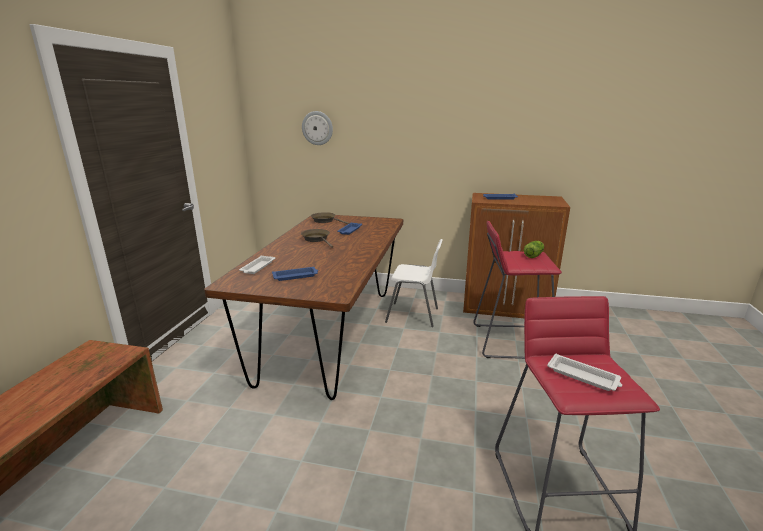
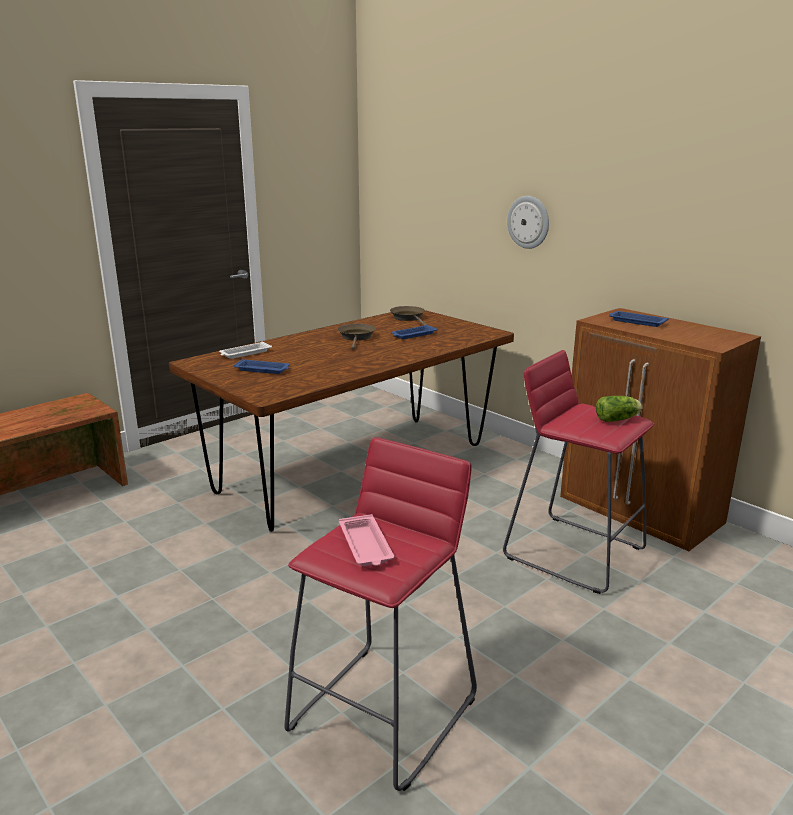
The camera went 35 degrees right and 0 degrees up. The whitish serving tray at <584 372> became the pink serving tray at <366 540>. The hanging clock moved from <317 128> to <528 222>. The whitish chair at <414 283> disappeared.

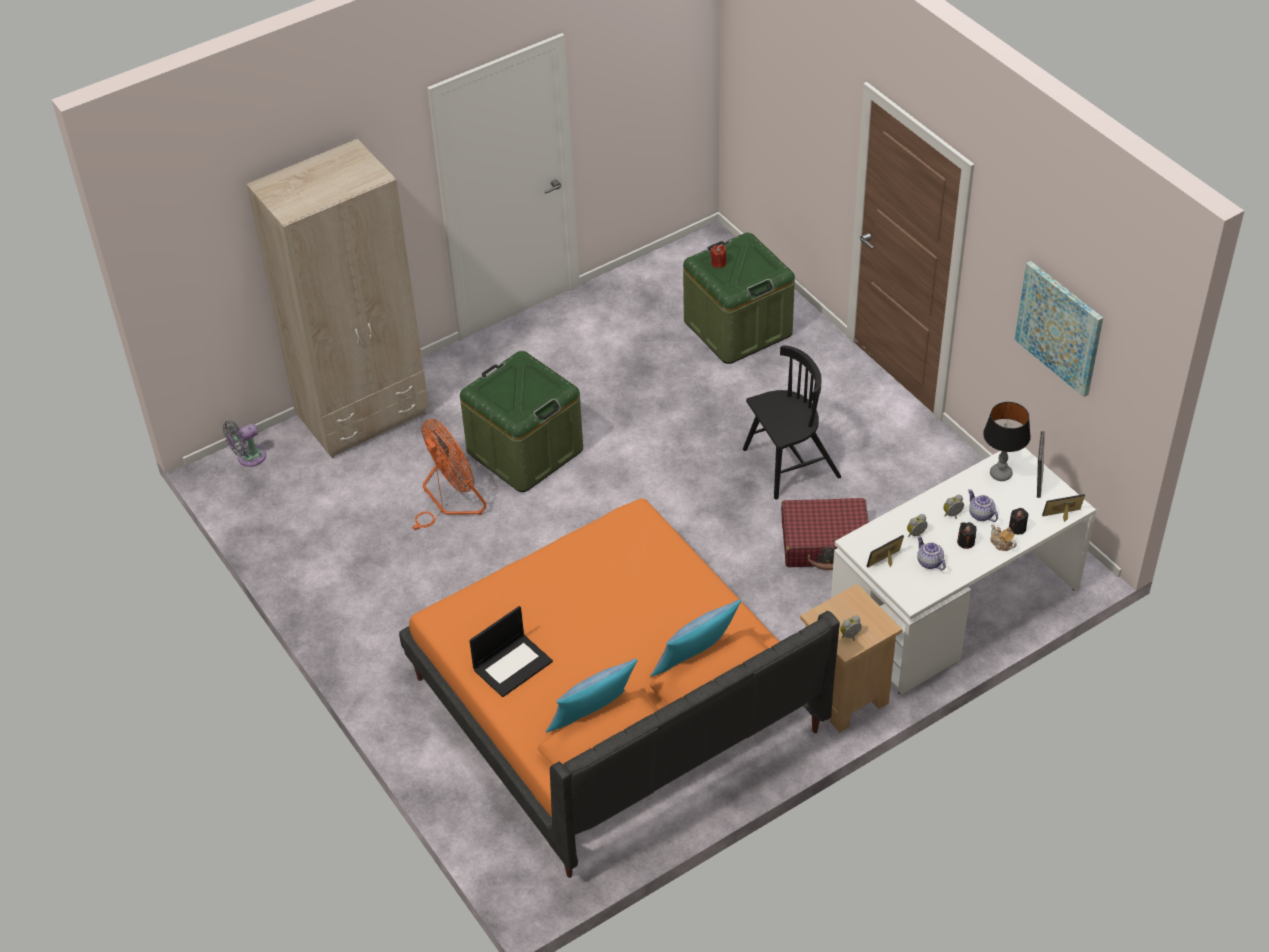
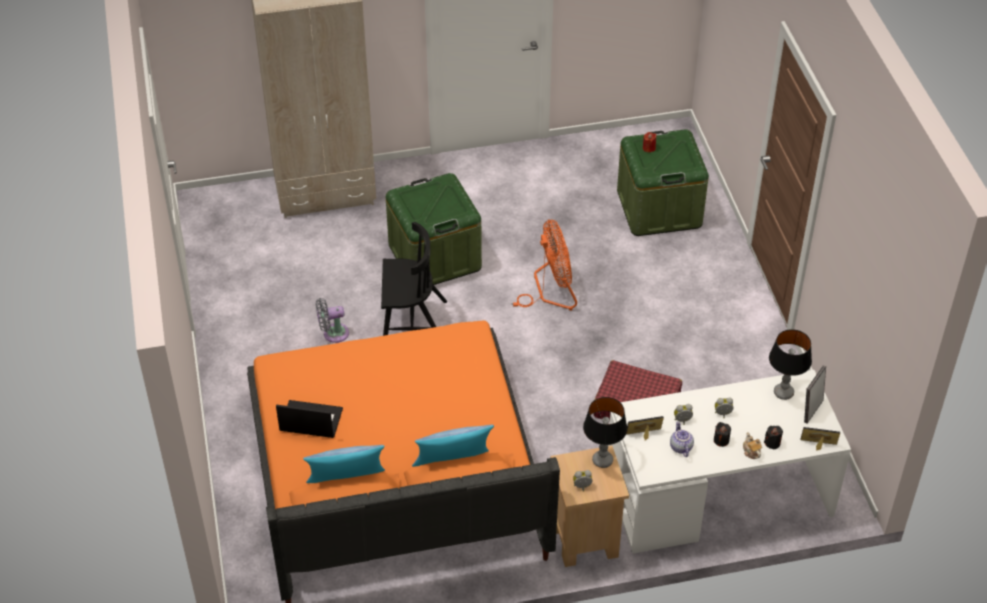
The camera went 20 degrees right and 0 degrees up. The portable computer at <511 651> turned 150 degrees counterclockwise. The greyish cooling fan moved from <244 443> to <332 320>. The blackish chair moved from <792 422> to <414 279>. The orange cooling fan moved from <449 474> to <545 265>. The lamp for a table at <605 432> appeared. The teapot at <983 505> disappeared. The wall art at <1059 329> disappeared.

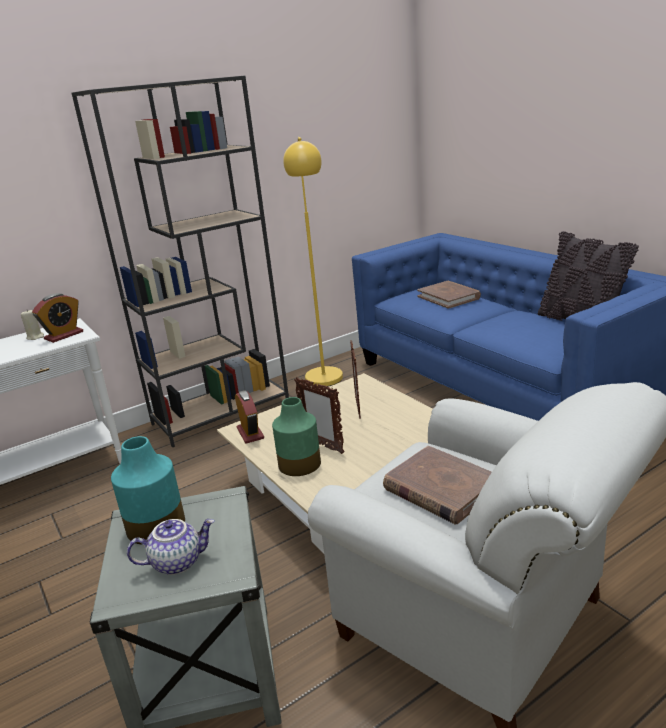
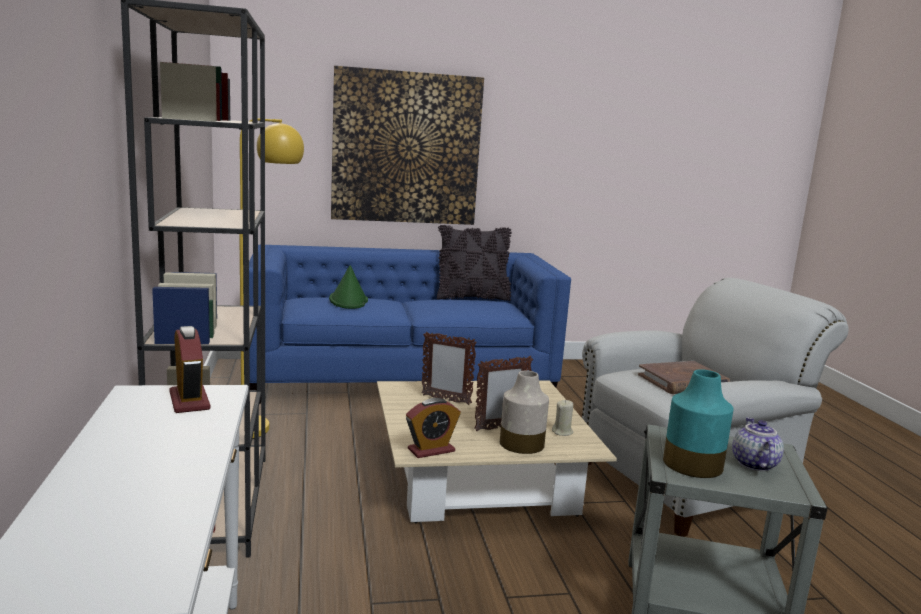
The camera went 70 degrees left and 10 degrees down. The brownish book at <449 295> was replaced by the green-coloured clothing hat at <348 287>. The wall art at <407 145> appeared. The table clock at <249 417> turned 150 degrees clockwise. The green-coloured flower vase at <296 436> became the sand-coloured flower vase at <524 412>. The sand-coloured wax light moved from <32 325> to <562 418>.

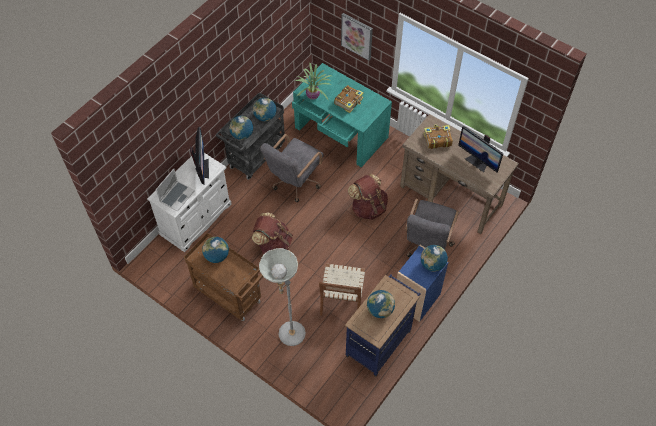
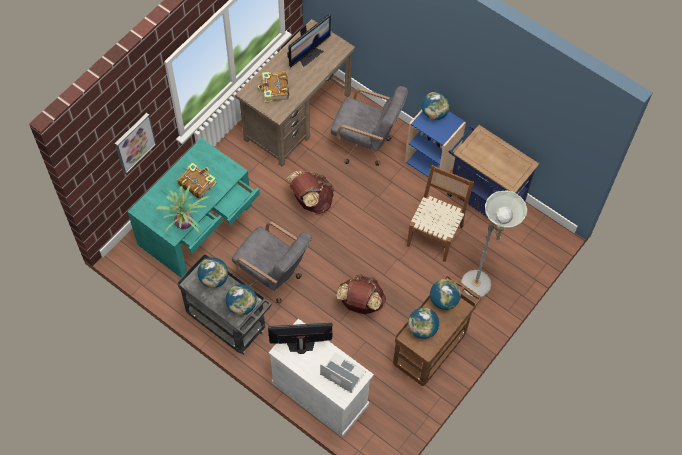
The camera went 90 degrees left and 5 degrees up. The chair at <342 289> turned 75 degrees counterclockwise. The desk globe moved from <381 304> to <445 294>.

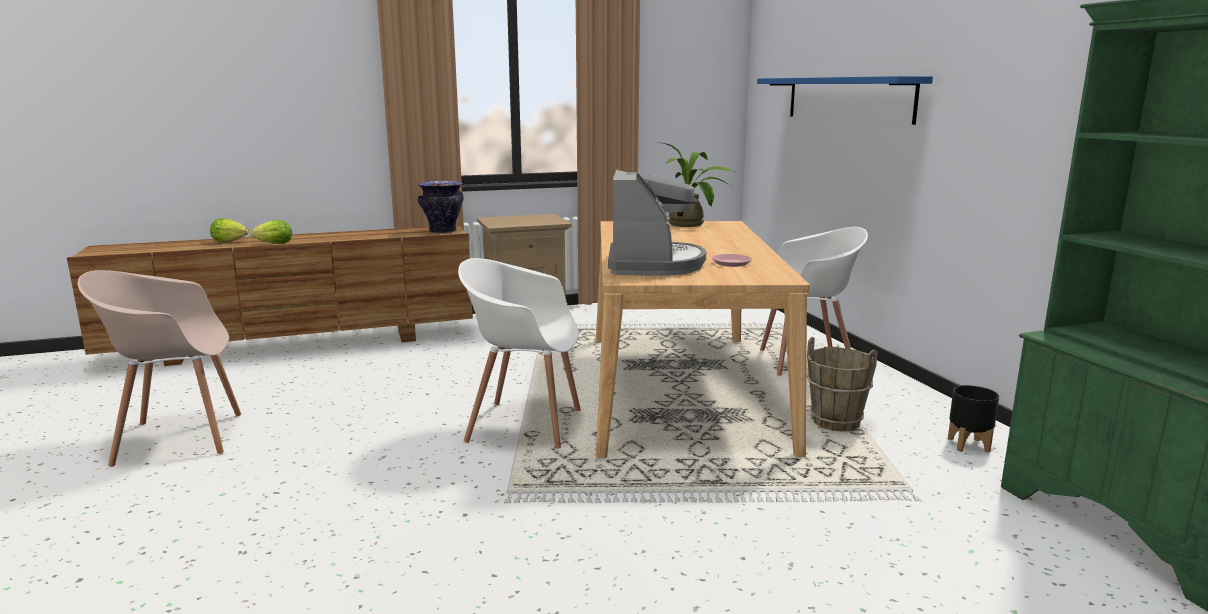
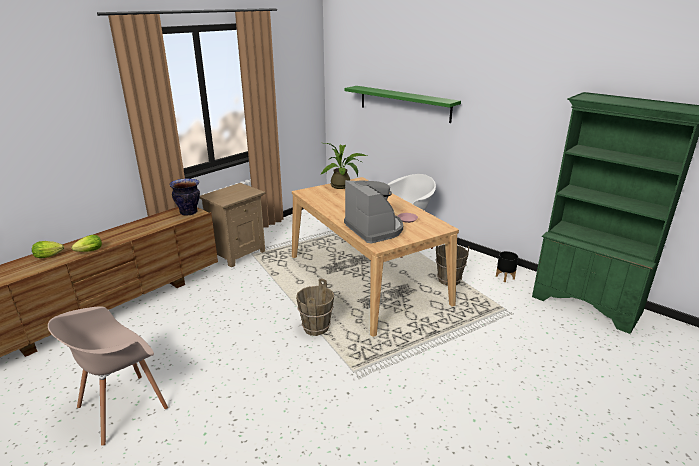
The camera went 30 degrees left and 10 degrees up. The whitish chair at <519 353> was replaced by the brownish bucket at <315 307>. The blue shelf at <845 100> became the green-coloured shelf at <402 104>.

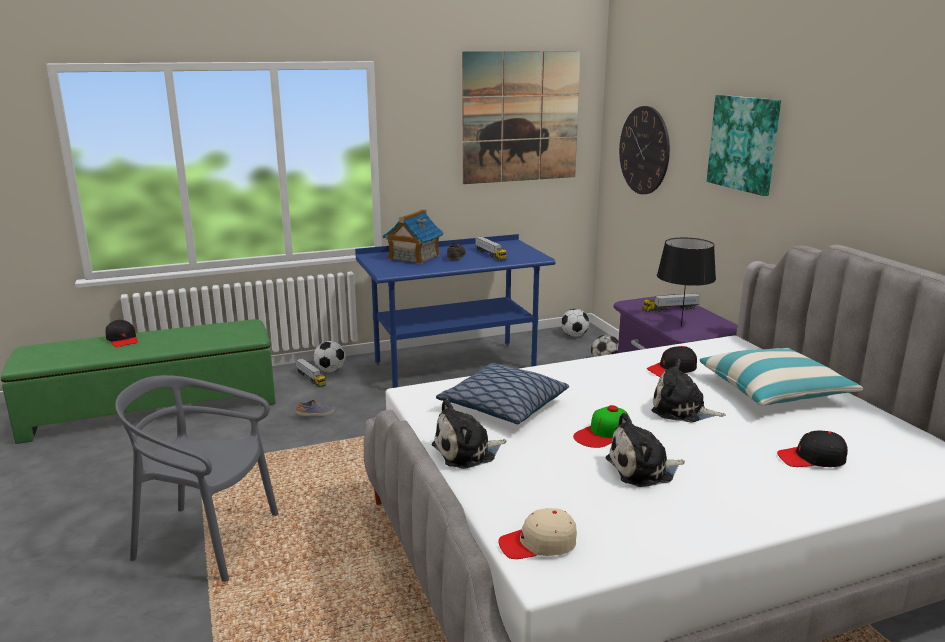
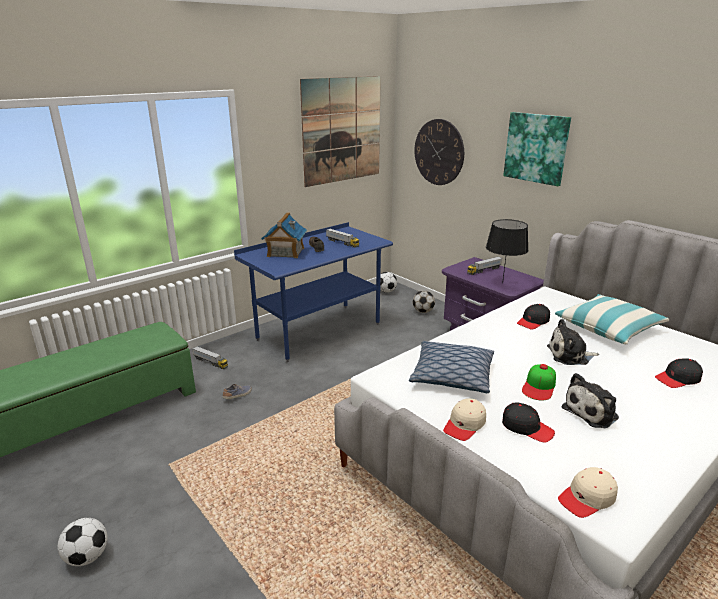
The camera went 20 degrees left and 5 degrees up. The ball for football moved from <330 356> to <83 542>. The plush toy at <469 434> was replaced by the sand-coloured cap at <464 419>. The blackish cap moved from <122 333> to <528 422>. The greyish chair at <197 478> disappeared.

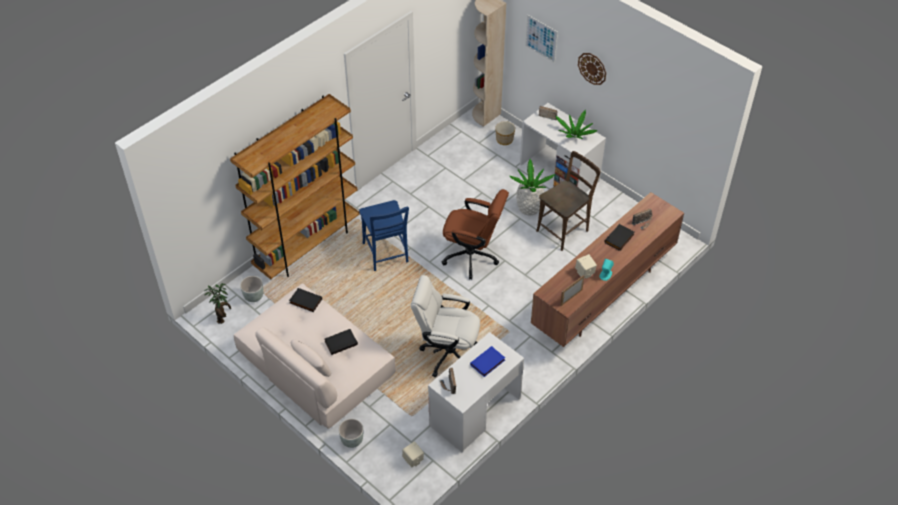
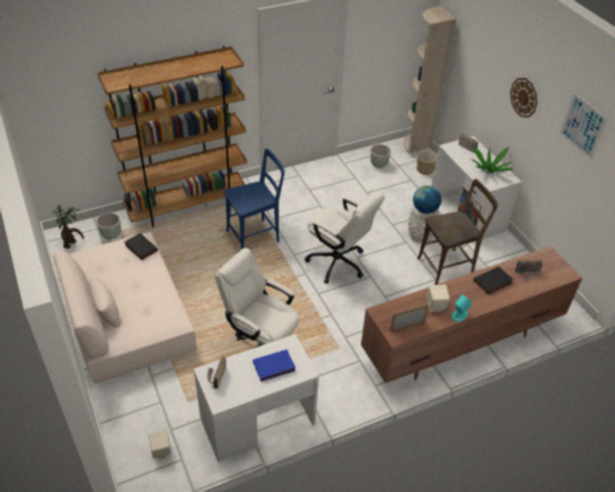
The camera went 20 degrees right and 5 degrees down. The blue chair at <384 235> turned 120 degrees counterclockwise. The brownish computer chair at <475 234> became the whitish computer chair at <345 237>. The greyish plant pot moved from <350 433> to <380 156>. The plant in a pot at <532 175> was replaced by the desk globe at <427 200>. The wall art moved from <541 39> to <584 126>. The blackish book at <341 342> disappeared.

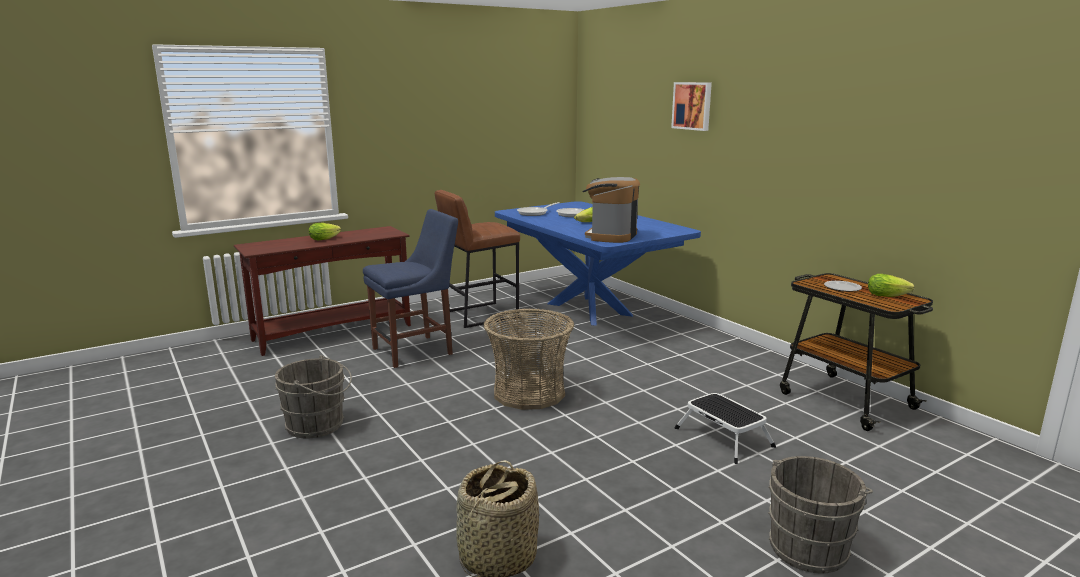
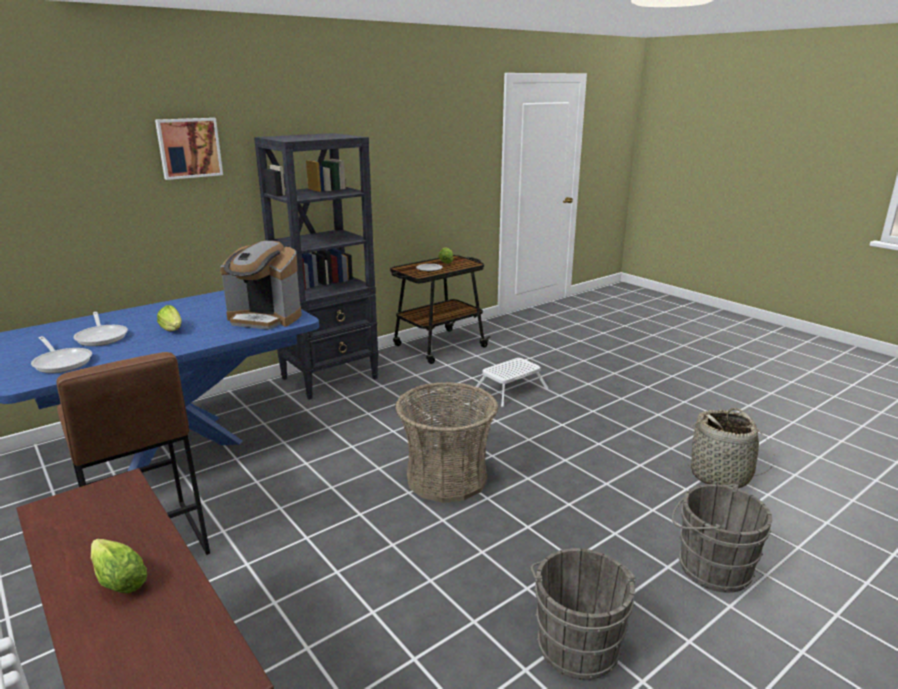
The camera went 95 degrees left and 5 degrees up. The blackish bookcase at <316 266> appeared. The blackish stepladder at <725 428> became the whitish stepladder at <512 382>. The greyish bucket moved from <820 514> to <722 538>. The blue chair at <410 288> disappeared.

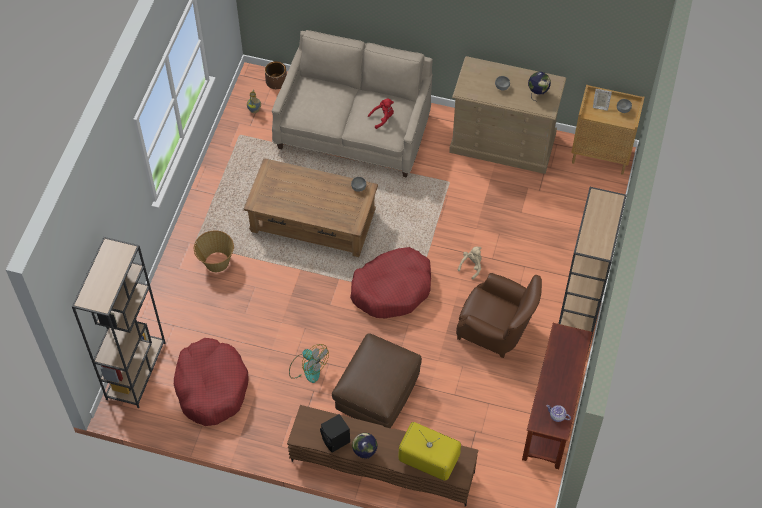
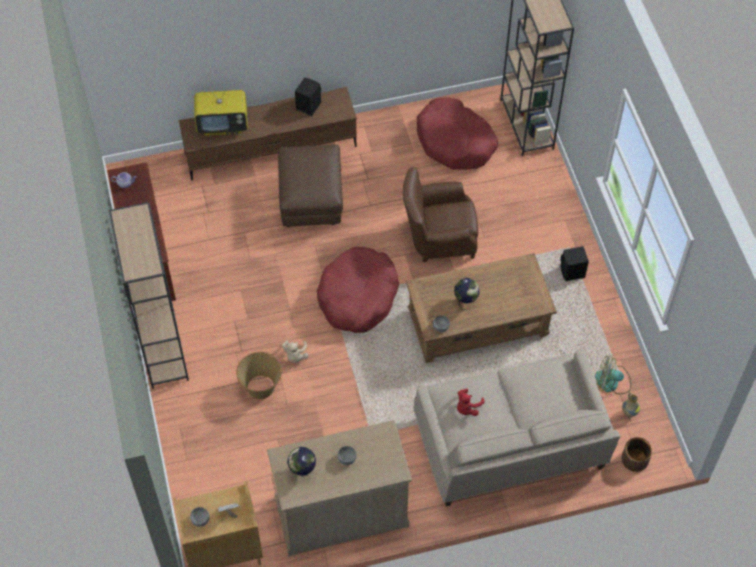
The camera went 150 degrees right and 0 degrees up. The household basket moved from <214 251> to <259 375>. The brownish lounge chair moved from <499 315> to <440 214>. The desk globe moved from <365 446> to <467 294>. The blackish loudspeaker at <575 263> appeared. The cooling fan moved from <309 363> to <613 374>.

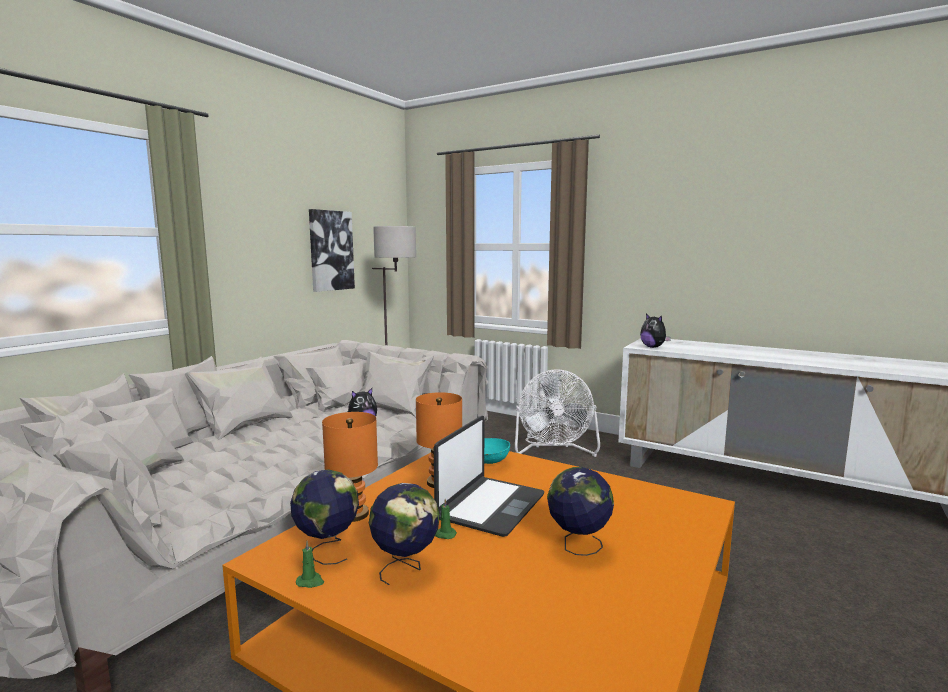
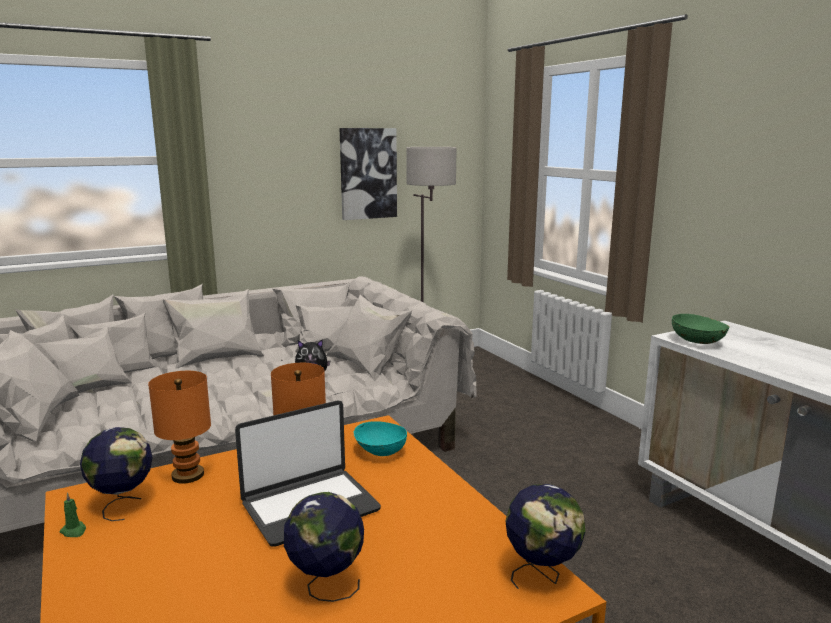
The camera went 30 degrees right and 5 degrees up. The desk globe moved from <404 534> to <545 536>. The plush toy at <655 331> was replaced by the green-coloured deep dish at <700 329>. The green-coloured wax light at <446 519> disappeared. The whitish cooling fan at <557 413> disappeared.

